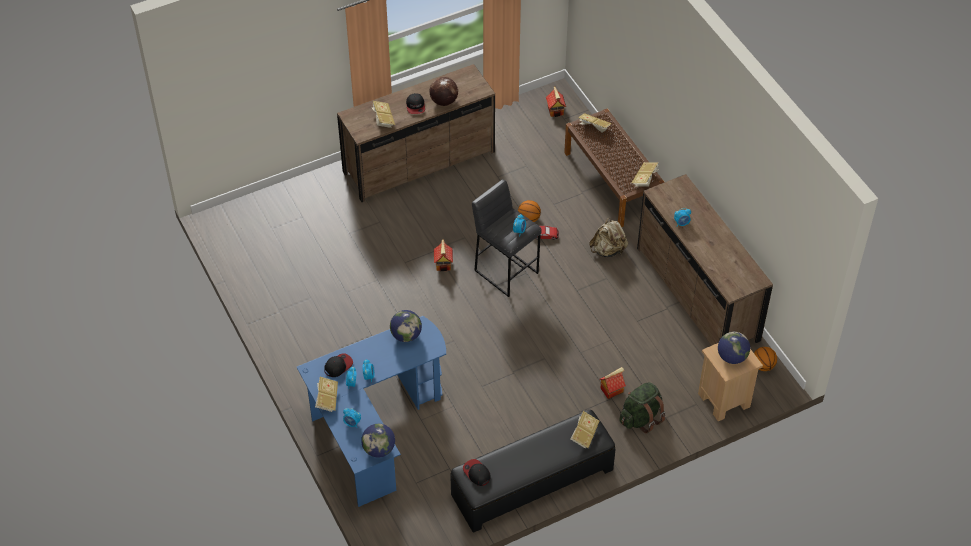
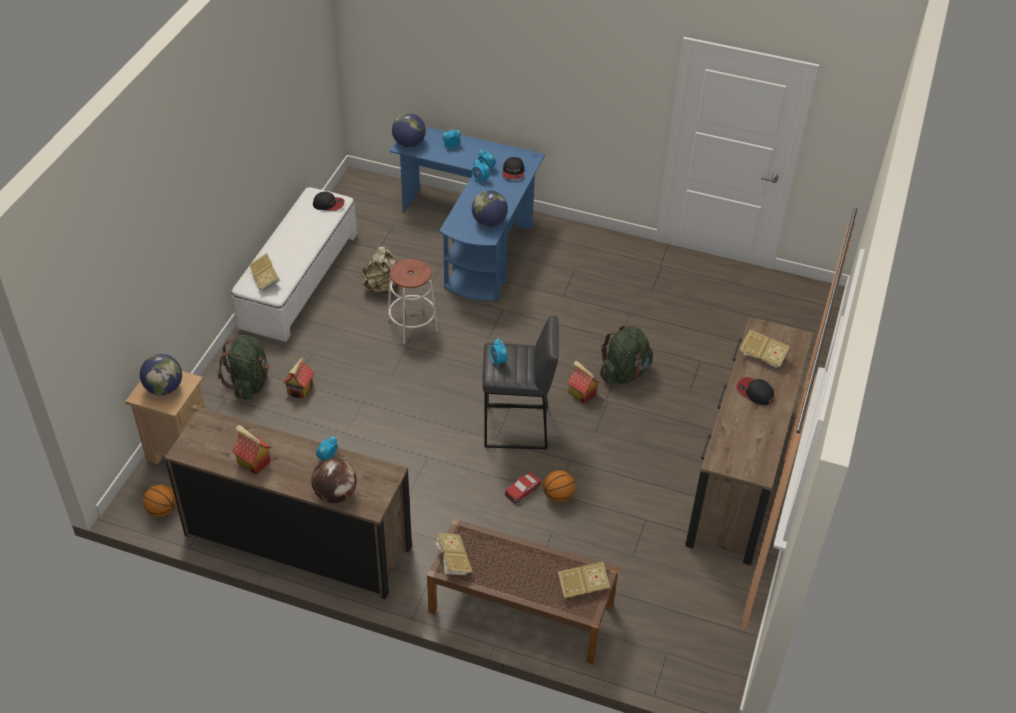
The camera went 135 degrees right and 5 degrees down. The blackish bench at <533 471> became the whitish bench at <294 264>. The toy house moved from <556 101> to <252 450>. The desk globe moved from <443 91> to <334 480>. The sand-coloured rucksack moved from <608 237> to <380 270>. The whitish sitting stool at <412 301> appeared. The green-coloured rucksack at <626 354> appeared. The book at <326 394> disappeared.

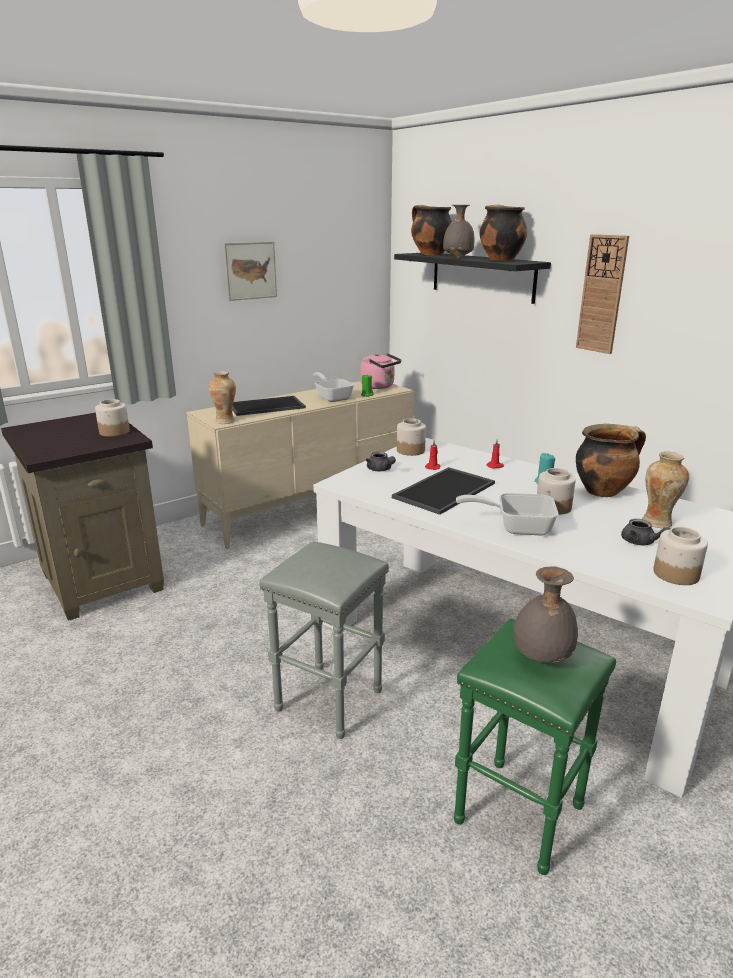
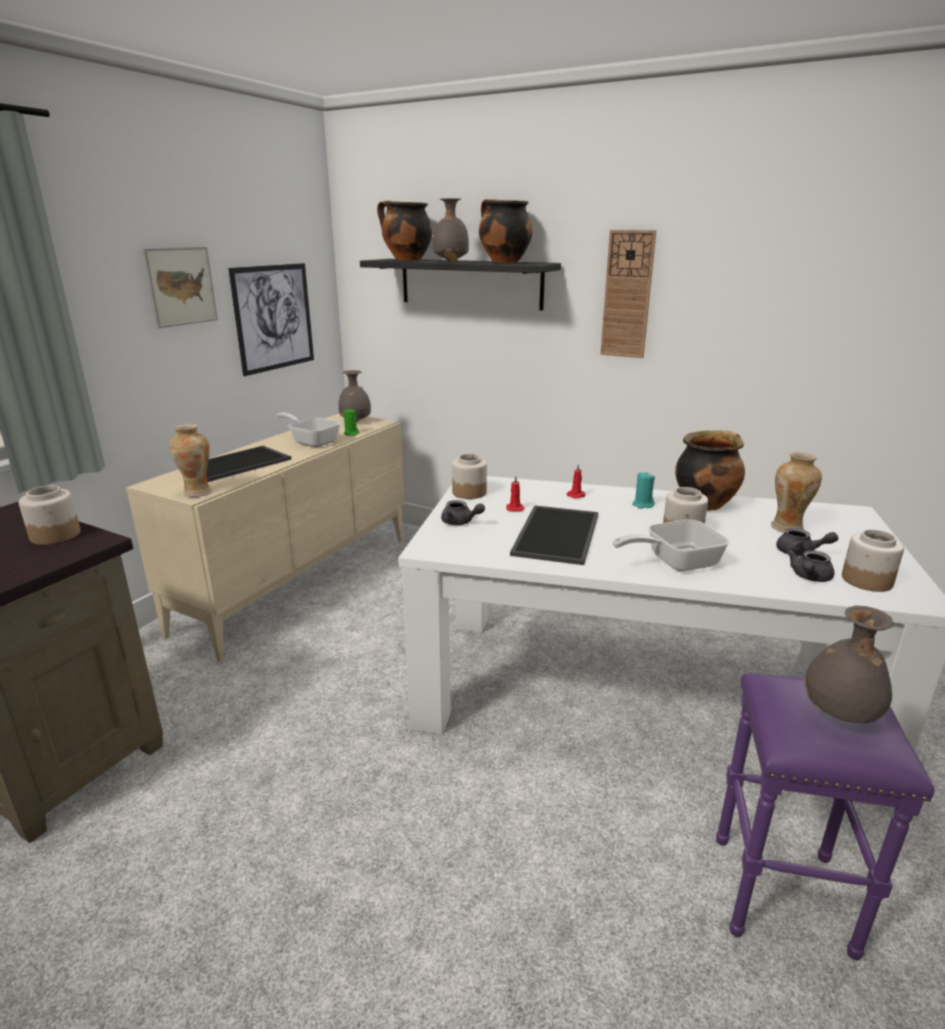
The camera went 25 degrees left and 0 degrees up. The wall art at <271 319> appeared. The pink tea kettle at <380 371> was replaced by the greyish flower vase at <355 396>. The green-coloured sitting stool at <535 747> became the purple sitting stool at <825 816>. The greyish teapot at <810 566> appeared. The greyish sitting stool at <324 640> disappeared.

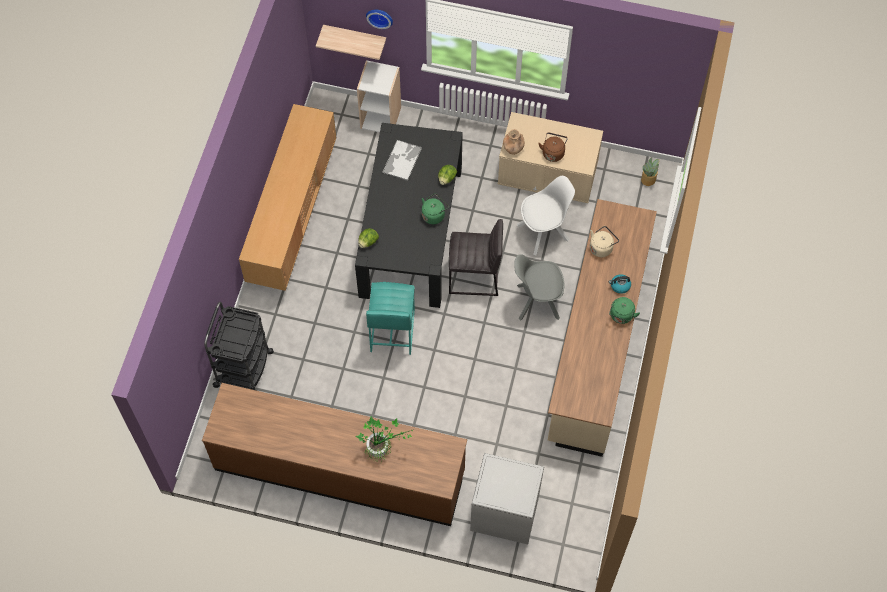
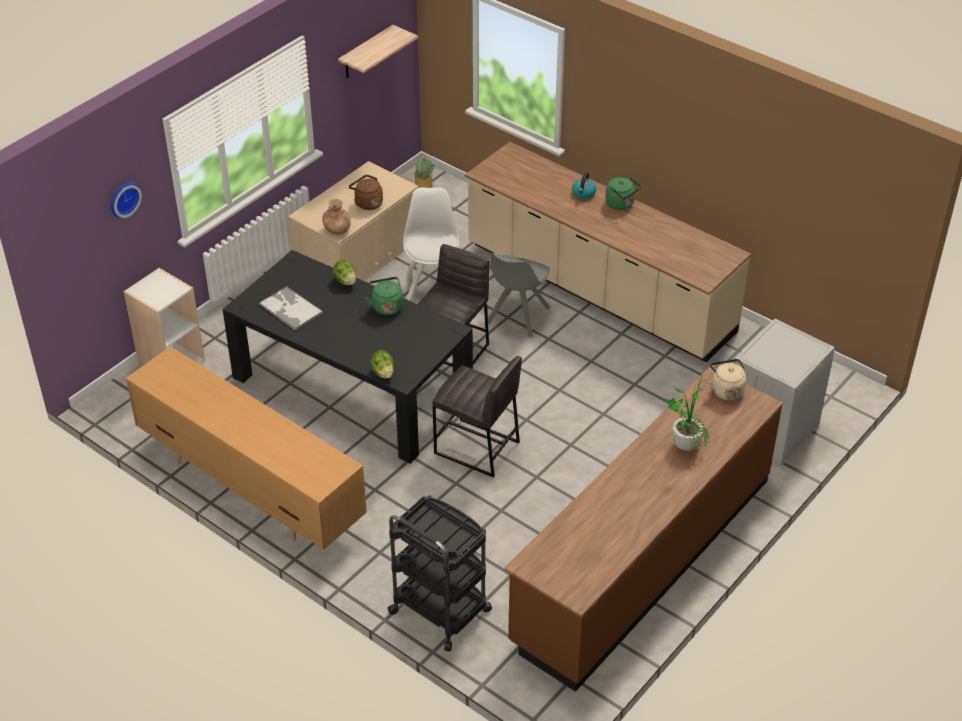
The camera went 65 degrees left and 20 degrees down. The shelf moved from <351 42> to <378 51>. The turquoise sitting stool at <390 318> became the greyish sitting stool at <477 417>. The sand-coloured tea kettle moved from <604 241> to <727 380>.

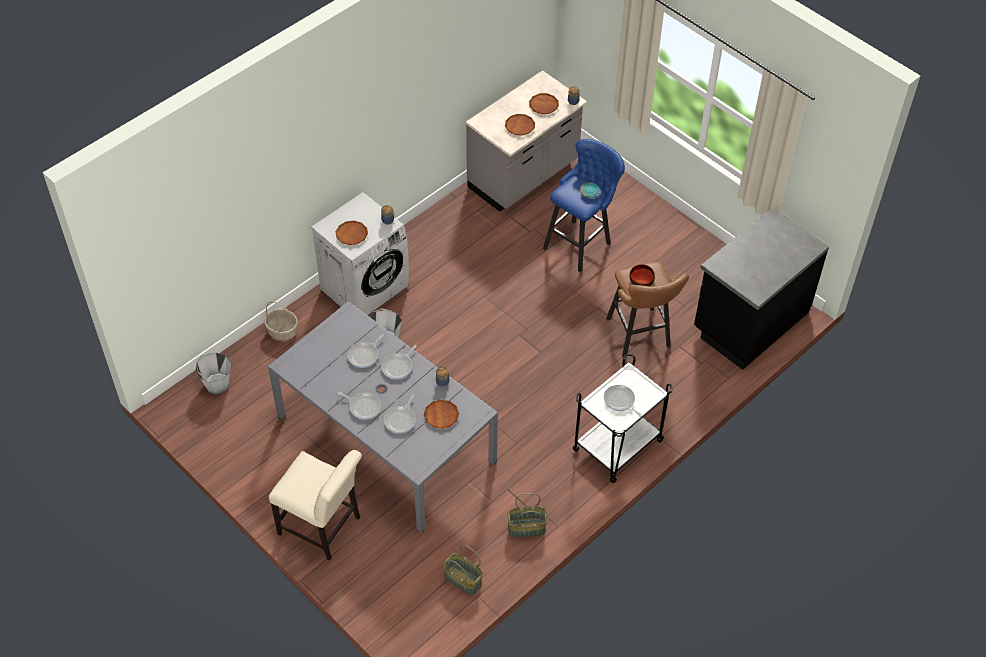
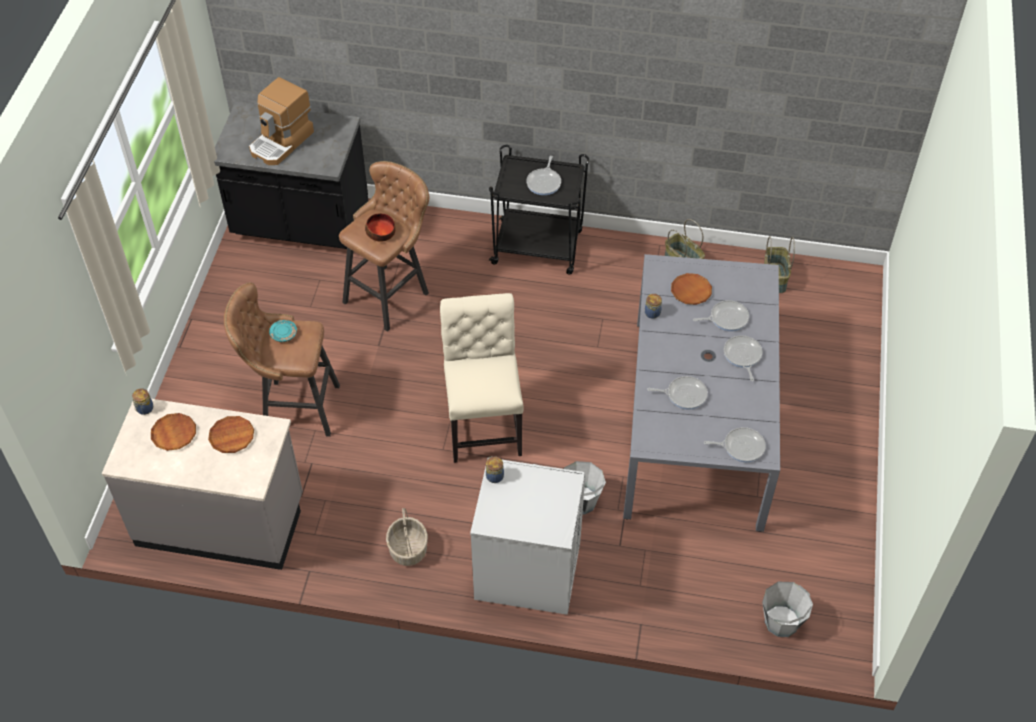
The camera went 125 degrees left and 0 degrees up. The blue sitting stool at <584 206> became the brownish sitting stool at <282 360>. The coffee brewer at <281 121> appeared. The household basket moved from <281 320> to <407 537>. The sand-coloured chair moved from <315 505> to <482 378>. The whitish wheeled cart at <623 418> became the blackish wheeled cart at <539 210>. The skillet moved from <399 362> to <735 444>. The brownish plate at <352 233> disappeared.

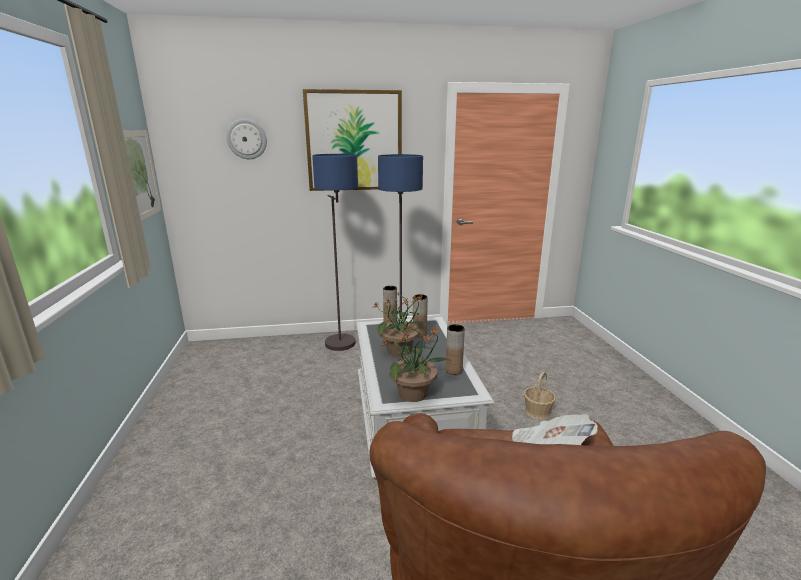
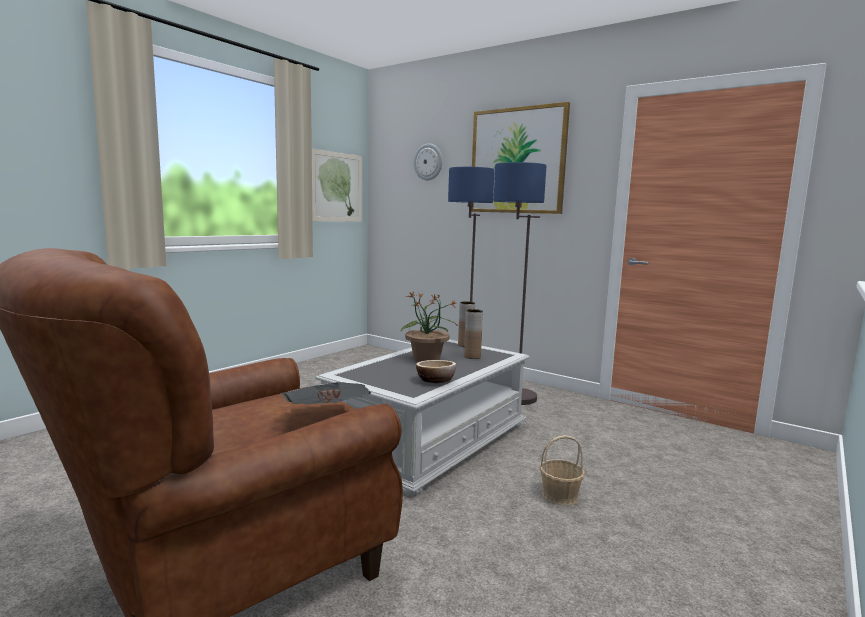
The camera went 45 degrees right and 10 degrees down. The brownish flower vase at <455 349> was replaced by the deep dish at <436 371>. The plant in a pot at <415 363> disappeared.

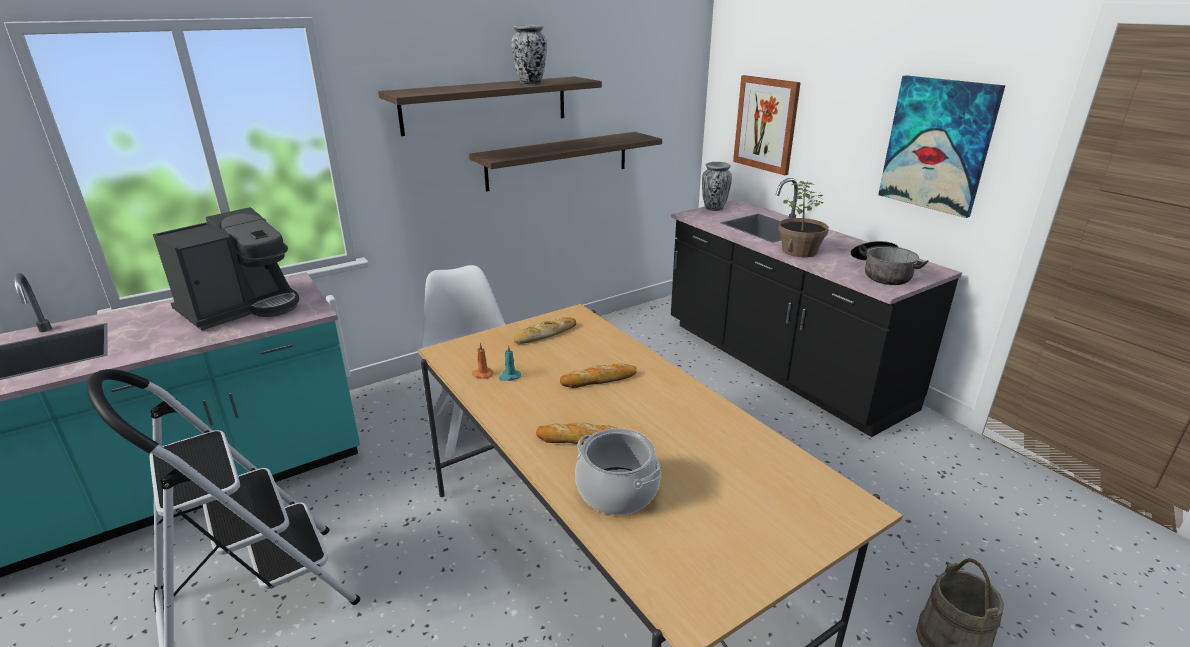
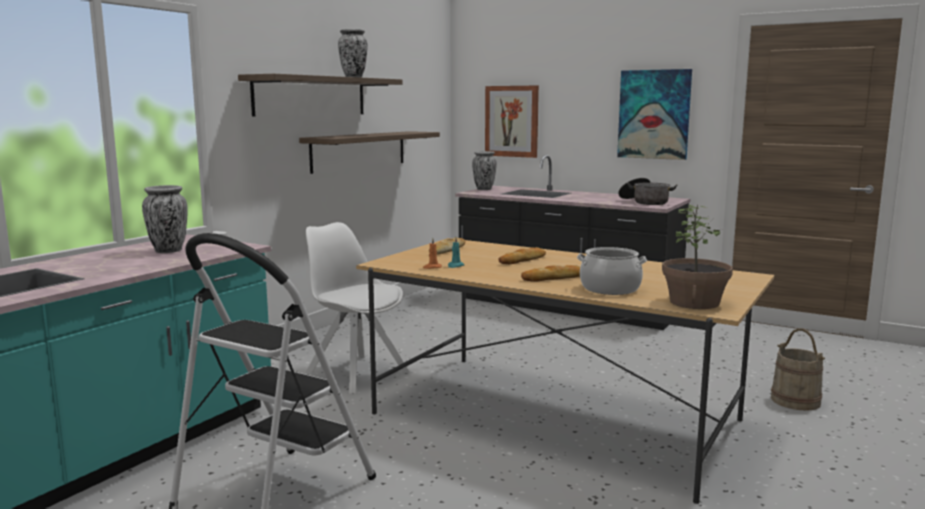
The camera went 25 degrees left and 15 degrees down. The coffee brewer at <226 268> was replaced by the flower vase at <165 219>. The plant in a pot moved from <803 219> to <697 256>.

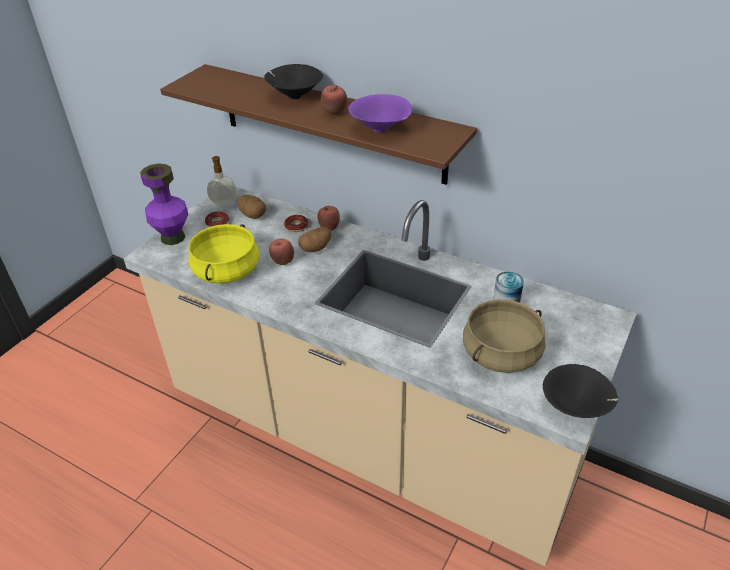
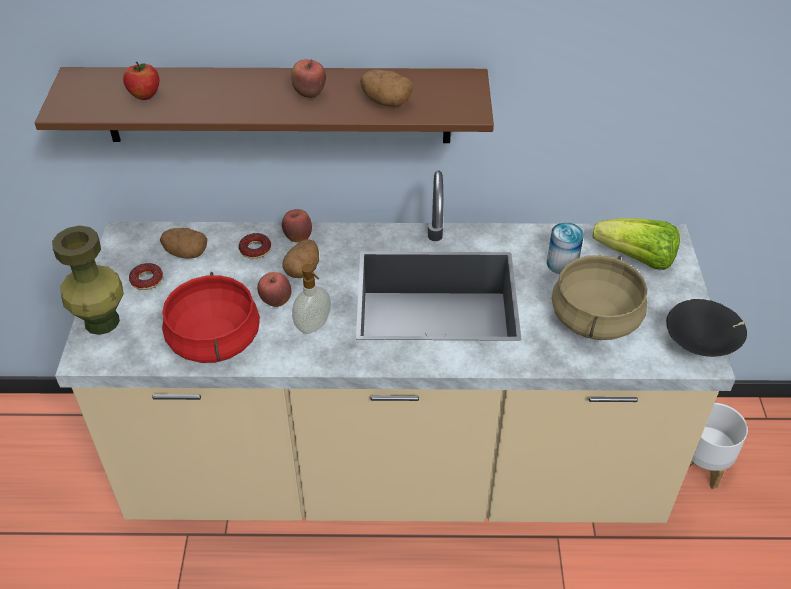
The camera went 30 degrees left and 5 degrees up. The purple flower vase at <164 204> became the green-coloured flower vase at <88 280>. The apple at <141 81> appeared. The yellowish stockpot at <223 254> became the red-coloured stockpot at <211 317>. The soap bottle moved from <222 181> to <311 299>. The purple deep dish at <380 113> was replaced by the whole potato at <386 88>. The lettuce head at <636 244> appeared. The whitish plant pot at <718 446> appeared. The blackish deep dish at <293 81> disappeared.

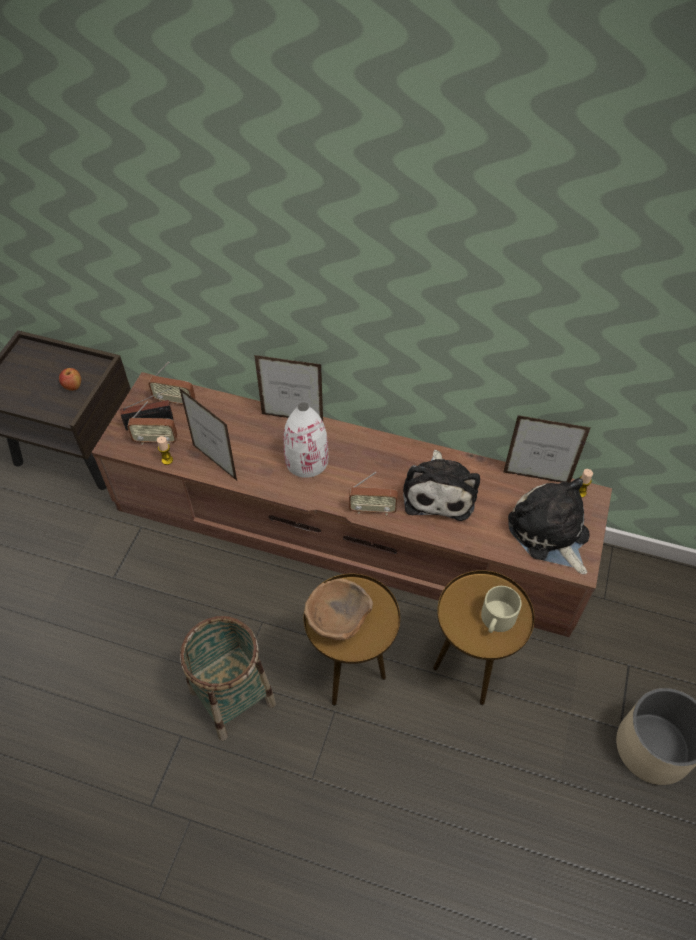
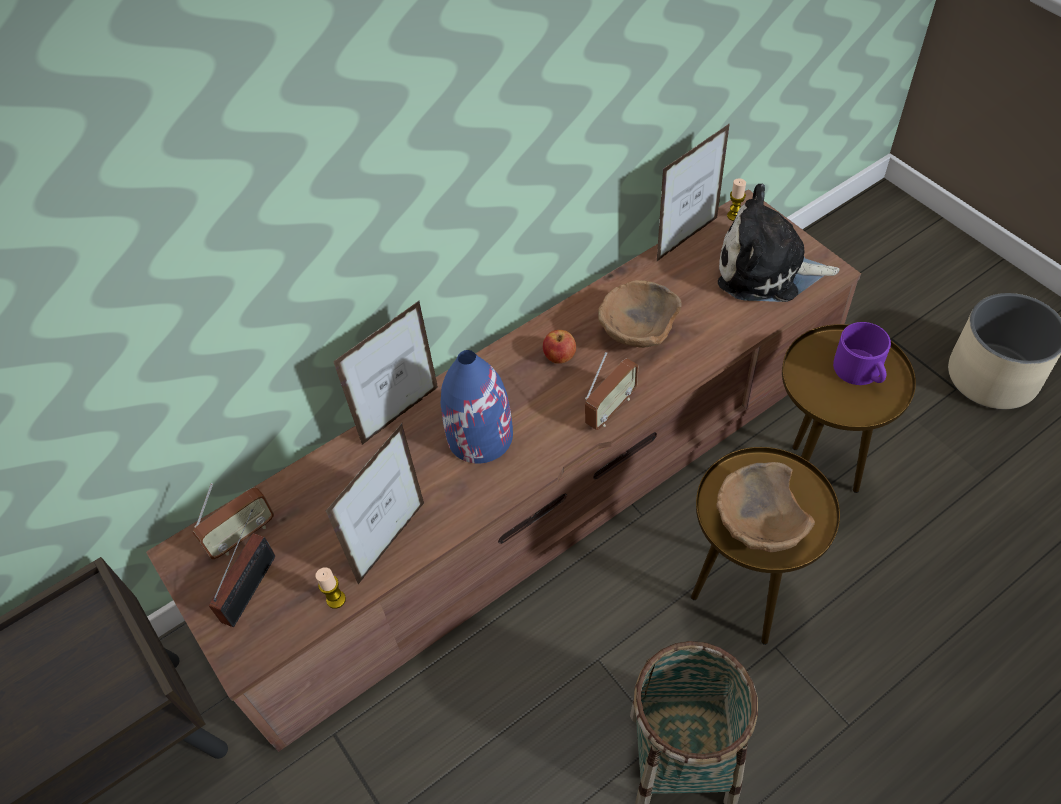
The camera went 50 degrees left and 0 degrees up. The picture frame at <208 434> turned 135 degrees clockwise. The whitish flower vase at <305 440> became the blue flower vase at <477 406>. The apple moved from <70 379> to <559 347>. The plush toy at <441 485> was replaced by the brownish deep dish at <640 314>. The sand-coloured mug at <501 609> became the purple mug at <862 353>. The radio at <152 423> disappeared.

